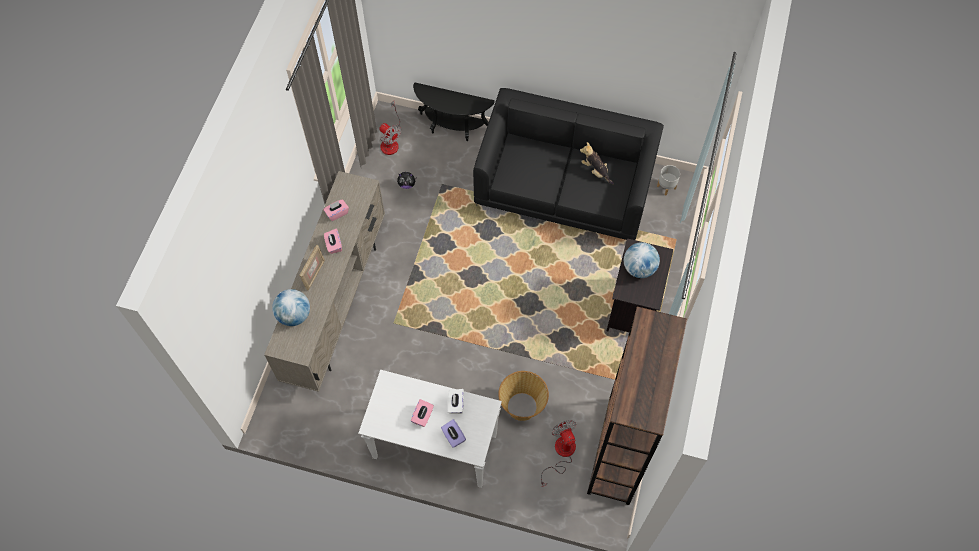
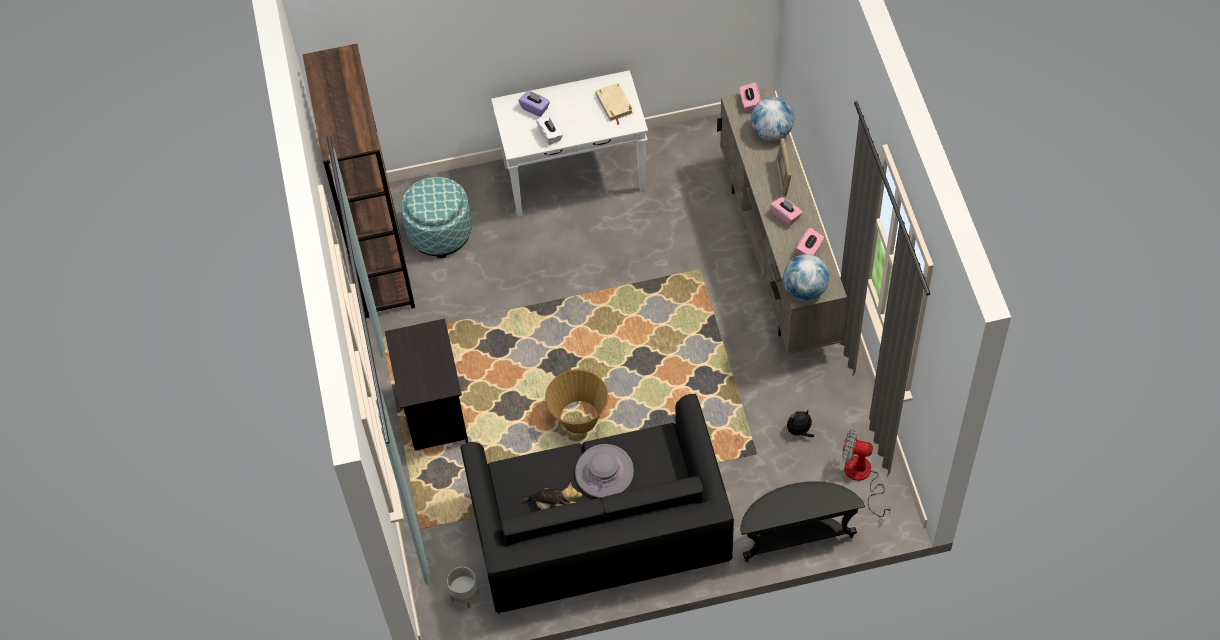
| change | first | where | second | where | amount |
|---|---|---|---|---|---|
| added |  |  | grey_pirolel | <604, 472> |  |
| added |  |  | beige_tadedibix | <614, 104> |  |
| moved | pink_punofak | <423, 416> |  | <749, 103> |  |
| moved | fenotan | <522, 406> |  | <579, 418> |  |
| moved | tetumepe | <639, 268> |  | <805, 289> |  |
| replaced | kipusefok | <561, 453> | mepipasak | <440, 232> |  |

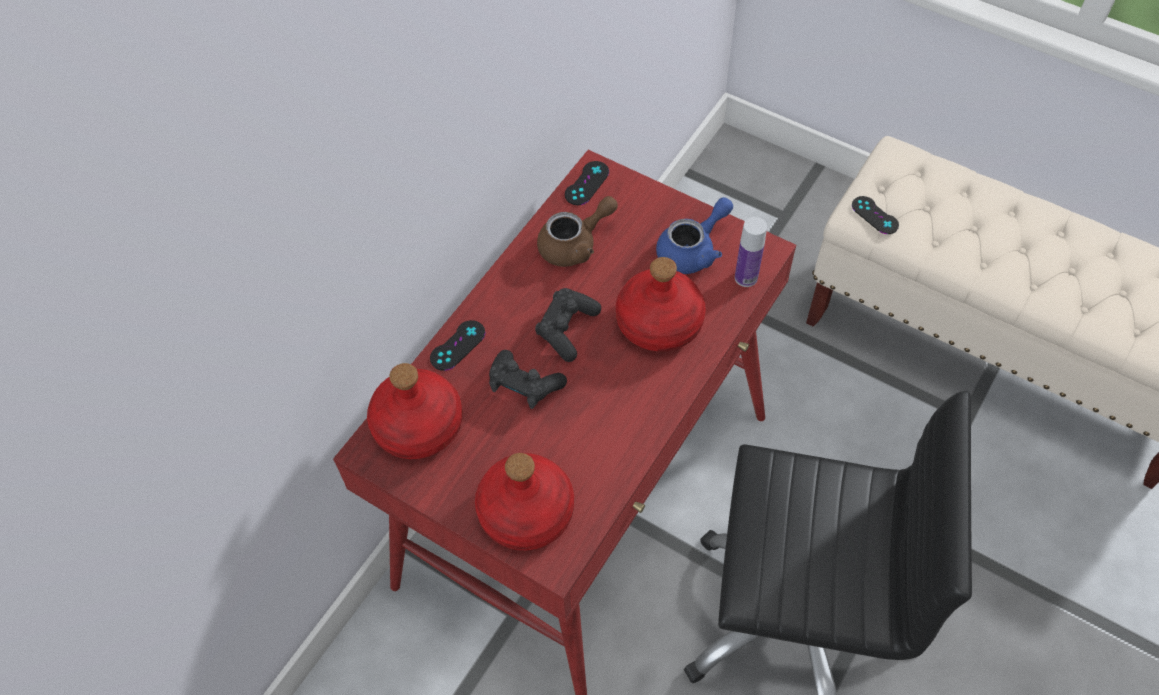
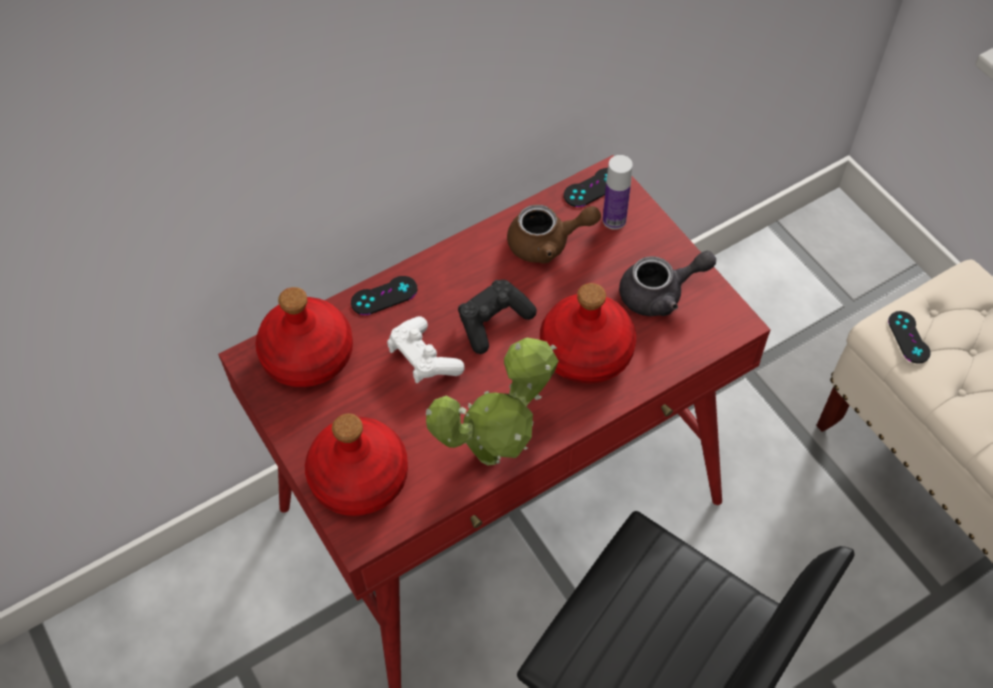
| change | first | where | second | where | amount |
|---|---|---|---|---|---|
| added |  |  | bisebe | <496, 451> |  |
| moved | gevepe | <746, 277> |  | <614, 220> |  |
| recoloured | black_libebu | <524, 386> | white_libebu | <423, 359> |  |
| recoloured | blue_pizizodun | <693, 250> | grey_pizizodun | <660, 294> |  |

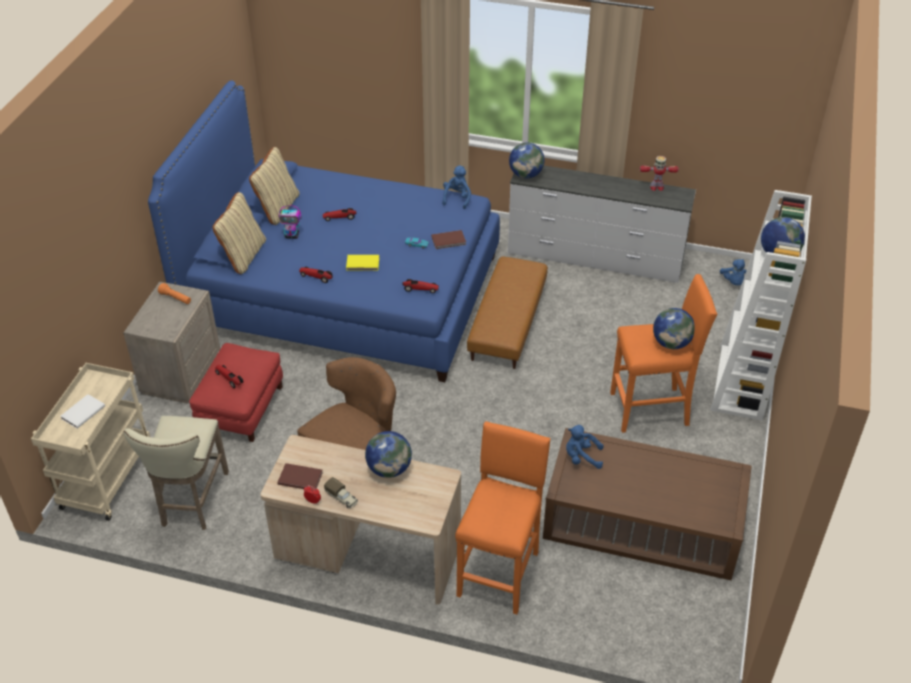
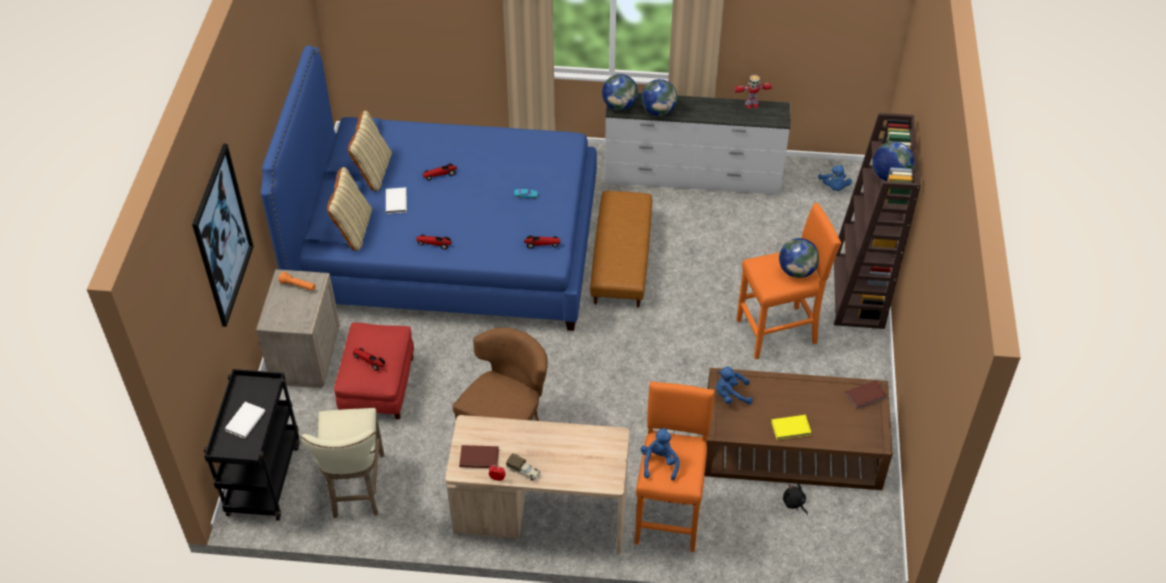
| change | first | where | second | where | amount |
|---|---|---|---|---|---|
| added |  |  | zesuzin | <222, 236> |  |
| added |  |  | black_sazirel | <794, 503> |  |
| moved | yellow_tadedibix | <363, 264> |  | <791, 428> |  |
| moved | tetumepe | <389, 469> |  | <658, 111> |  |
| moved | brown_tadedibix | <449, 241> |  | <866, 396> |  |
| moved | blue_sazirel | <457, 198> |  | <659, 463> |  |
| replaced | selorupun | <292, 236> | white_tadedibix | <397, 201> |  |
| recoloured | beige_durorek | <106, 478> | black_durorek | <263, 477> |  |
| recoloured | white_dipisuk | <741, 382> | brown_dipisuk | <858, 292> |  |

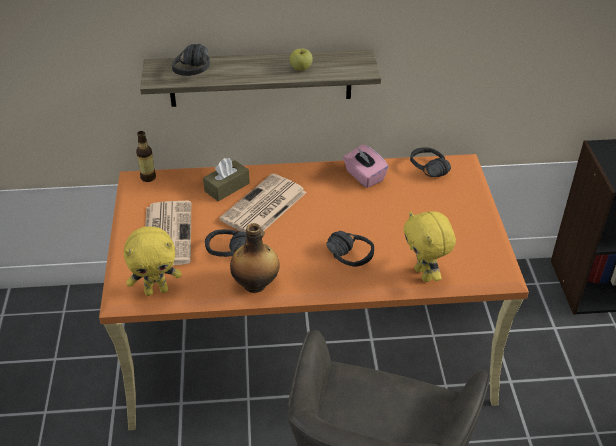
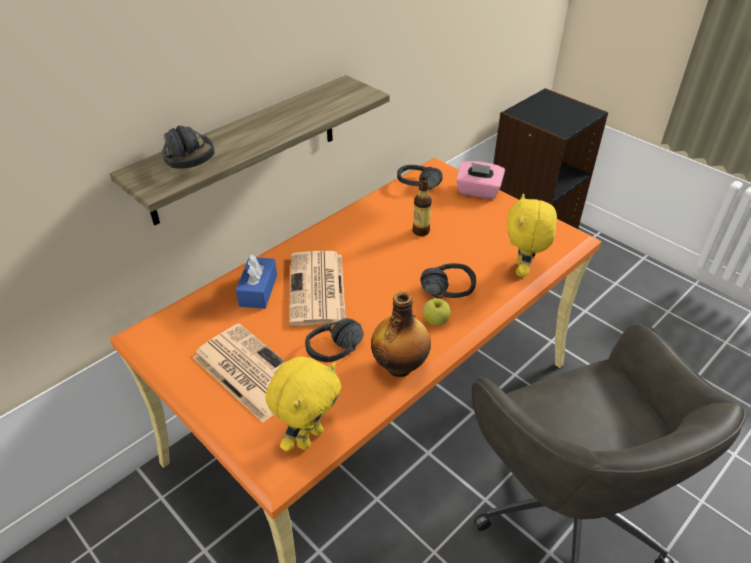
| change | first | where | second | where | amount |
|---|---|---|---|---|---|
| moved | gevepe | <148, 177> |  | <421, 231> |  |
| moved | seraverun | <301, 68> |  | <436, 320> |  |
| moved | pink_punofak | <364, 176> |  | <478, 191> |  |
| recoloured | brown_punofak | <227, 187> | blue_punofak | <258, 290> |  |
| turned | yellow_sazirel | <424, 274> |  | <523, 270> | 75 degrees clockwise |

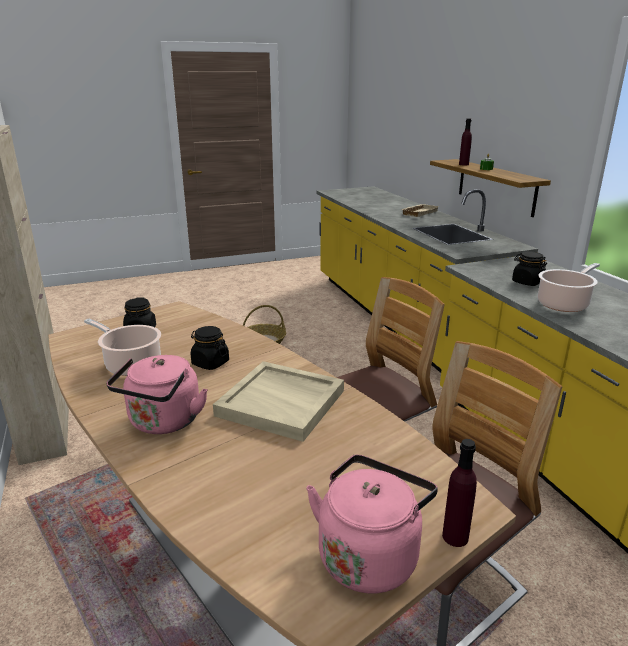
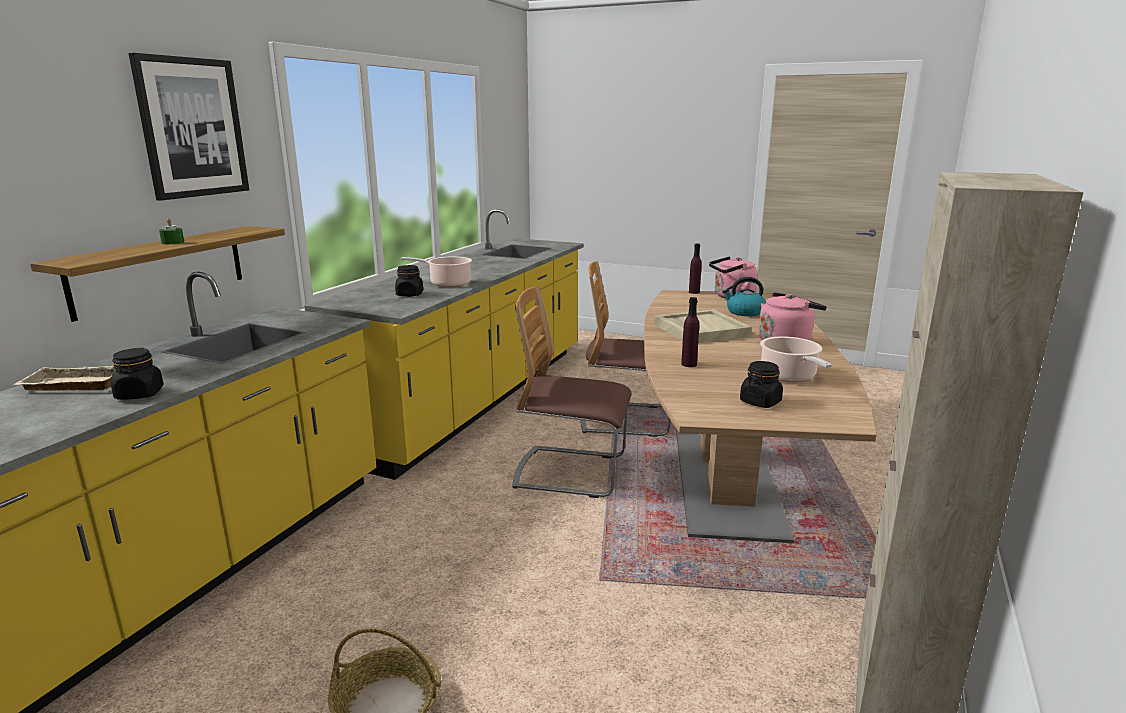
| change | first | where | second | where | amount |
|---|---|---|---|---|---|
| added |  |  | zesuzin | <192, 128> |  |
| added |  |  | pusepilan | <744, 312> |  |
| moved | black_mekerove | <210, 363> |  | <139, 394> |  |
| moved | purple_gevepe | <463, 164> |  | <689, 364> |  |

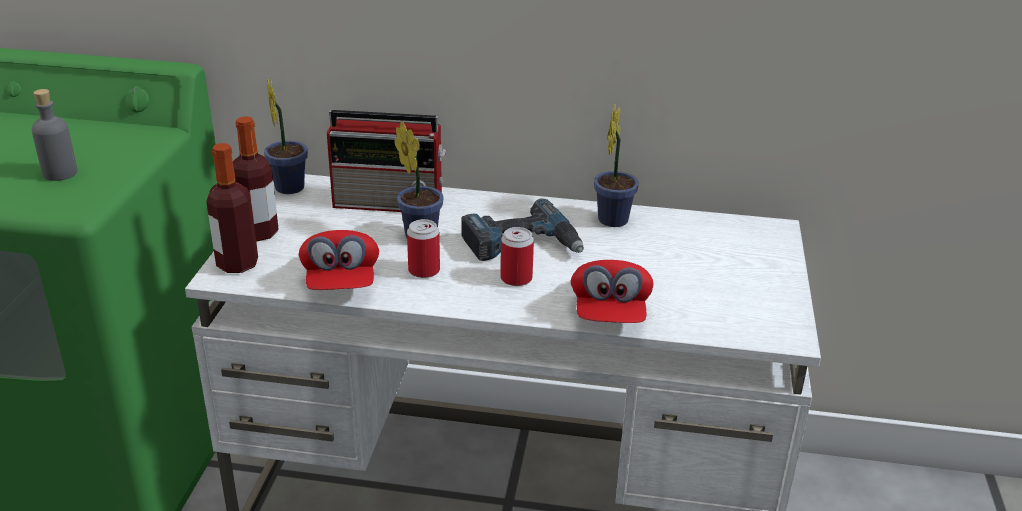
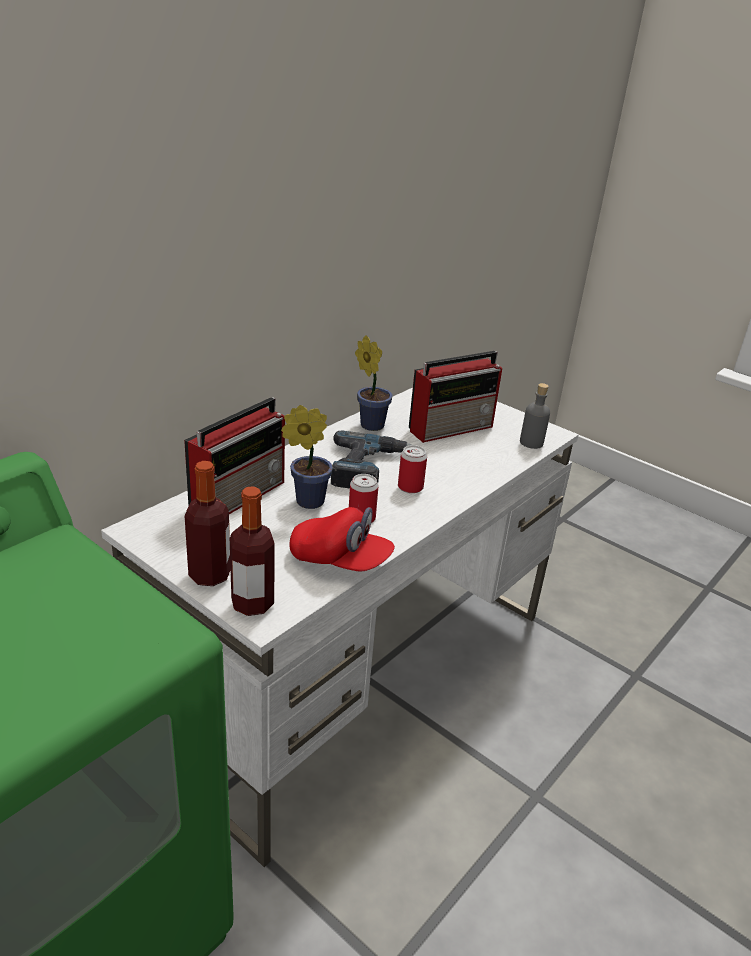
| change | first | where | second | where | amount |
|---|---|---|---|---|---|
| removed | bisebe | <289, 186> |  |  |  |
| removed | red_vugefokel | <609, 313> |  |  |  |
| added |  |  | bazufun | <452, 428> |  |
| moved | grey_gevepe | <60, 173> |  | <531, 443> |  |

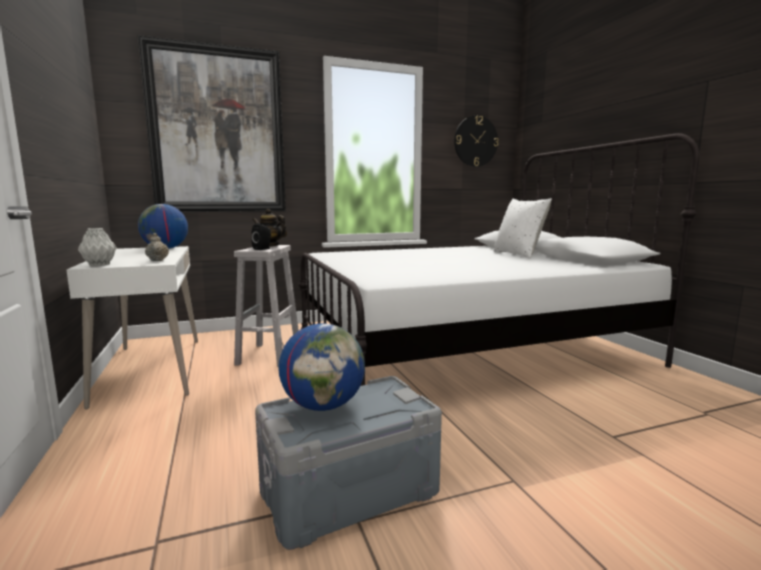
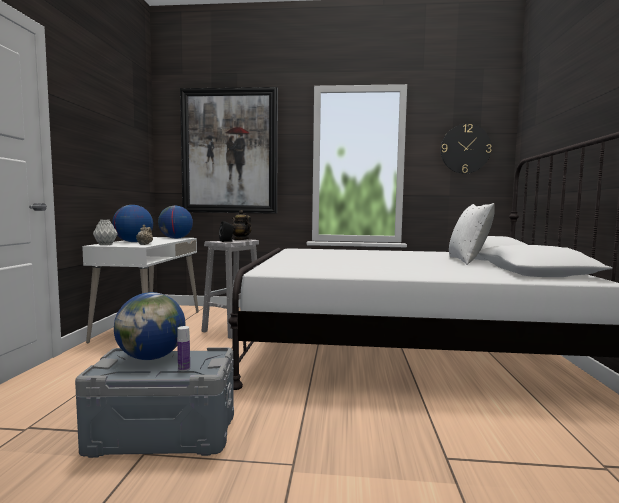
| change | first | where | second | where | amount |
|---|---|---|---|---|---|
| added |  |  | tetumepe | <133, 242> |  |
| added |  |  | gevepe | <184, 368> |  |

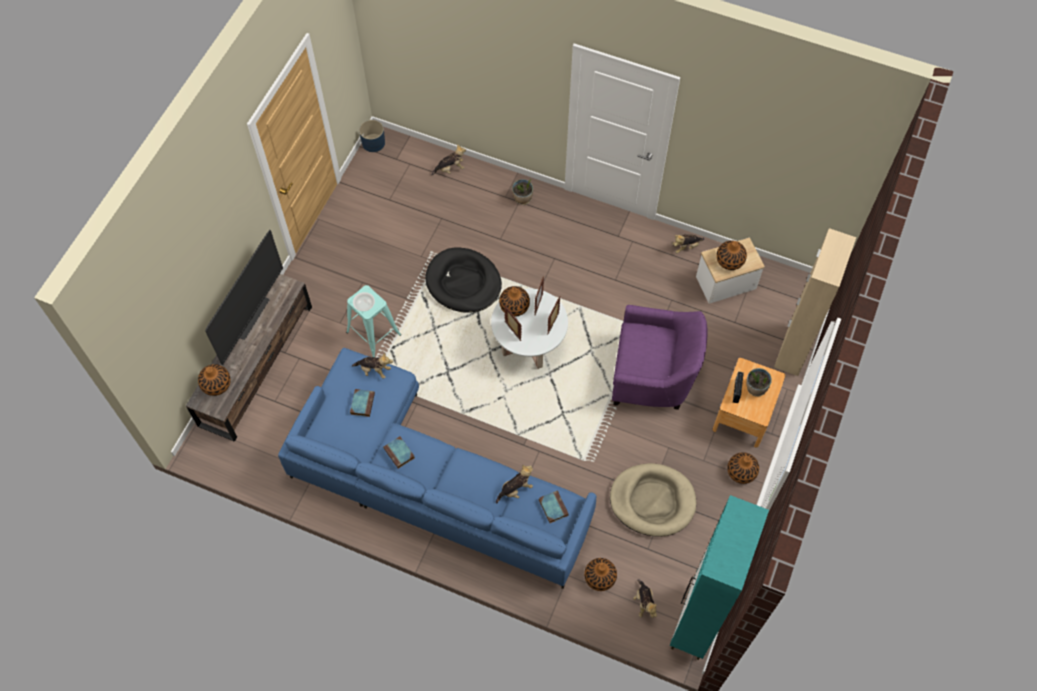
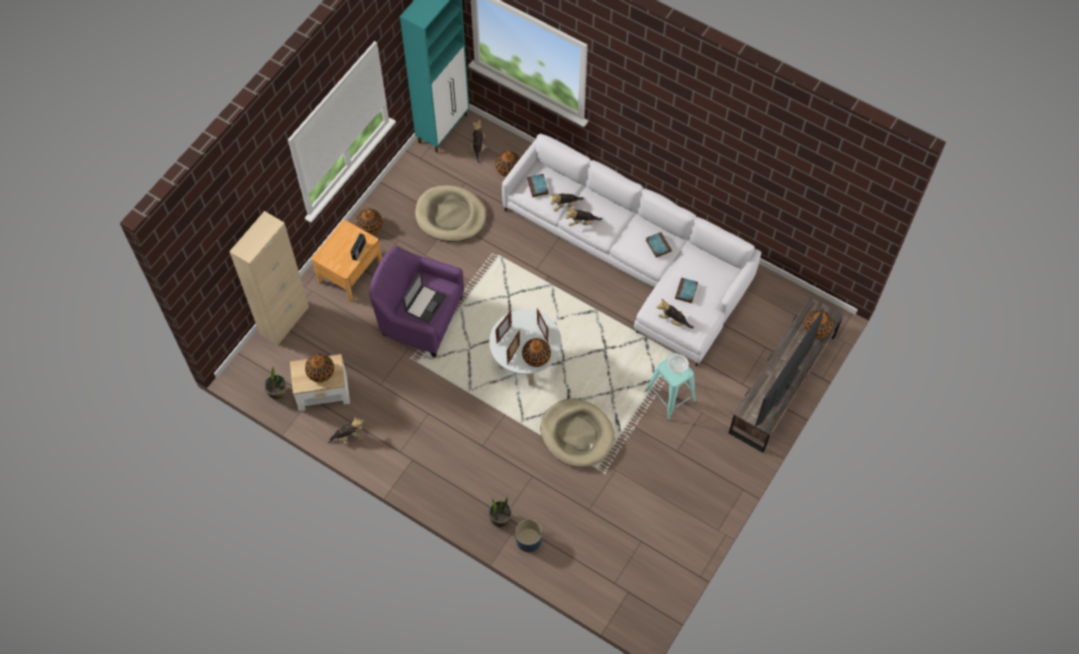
| change | first | where | second | where | amount |
|---|---|---|---|---|---|
| added |  |  | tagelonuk | <425, 303> |  |
| moved | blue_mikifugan | <373, 143> |  | <528, 540> |  |
| moved | sazirel | <450, 169> |  | <582, 222> |  |
| moved | bisebe | <755, 388> |  | <278, 392> |  |
| recoloured | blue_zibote | <429, 480> | white_zibote | <634, 259> |  |
| recoloured | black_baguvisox | <463, 282> | beige_baguvisox | <577, 434> |  |

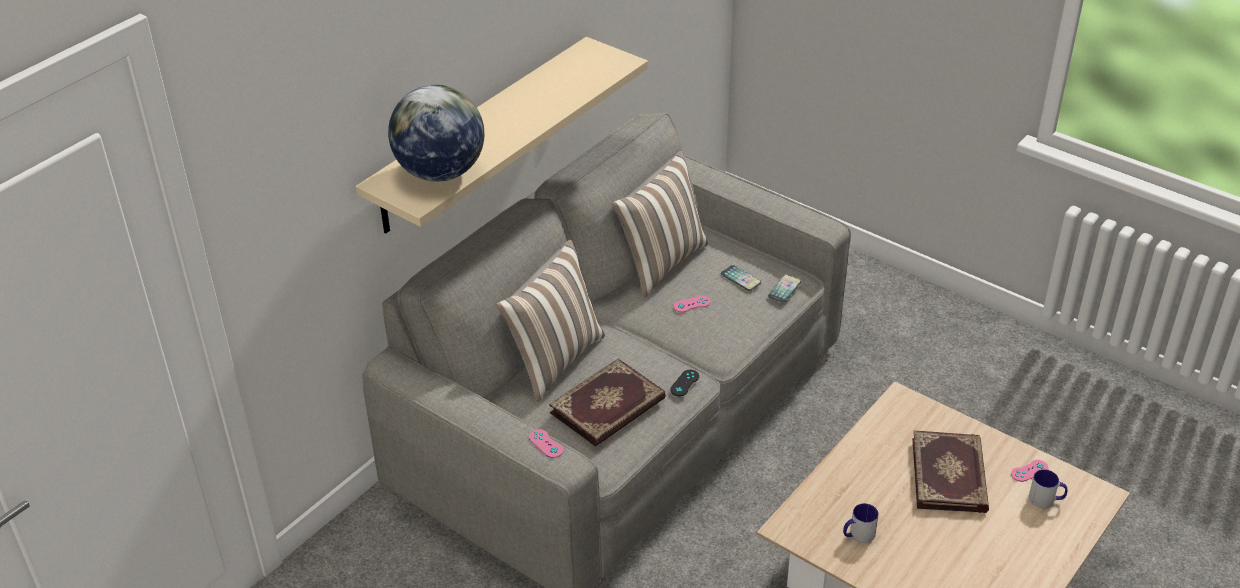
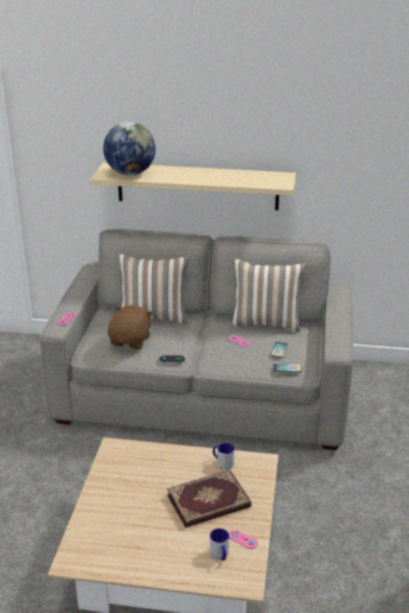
| change | first | where | second | where | amount |
|---|---|---|---|---|---|
| moved | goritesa | <858, 535> |  | <222, 462> |  |
| replaced | tadedibix | <608, 407> | brown_sazirel | <131, 341> |  |

